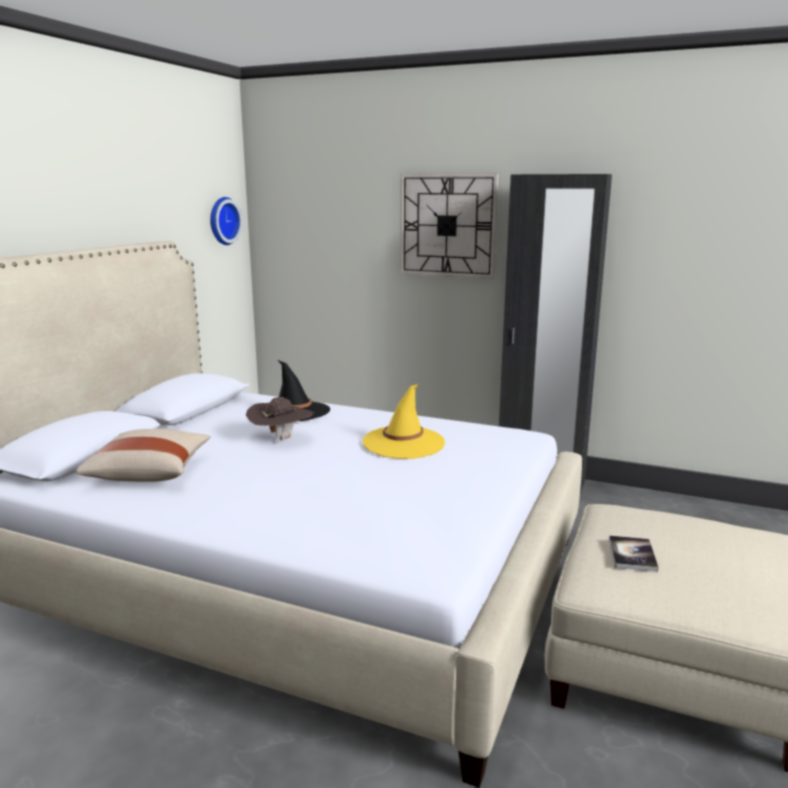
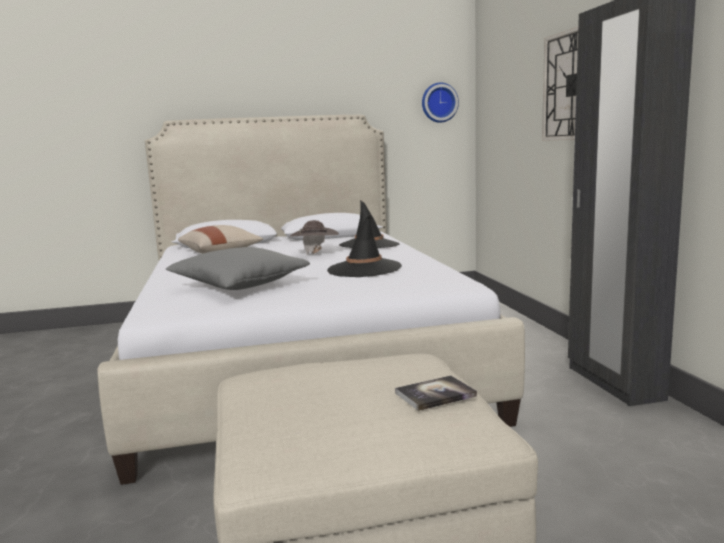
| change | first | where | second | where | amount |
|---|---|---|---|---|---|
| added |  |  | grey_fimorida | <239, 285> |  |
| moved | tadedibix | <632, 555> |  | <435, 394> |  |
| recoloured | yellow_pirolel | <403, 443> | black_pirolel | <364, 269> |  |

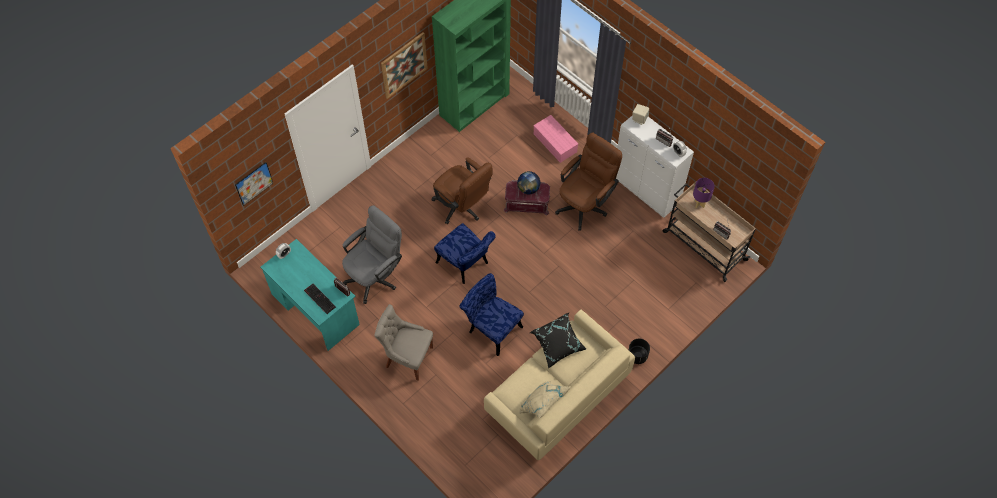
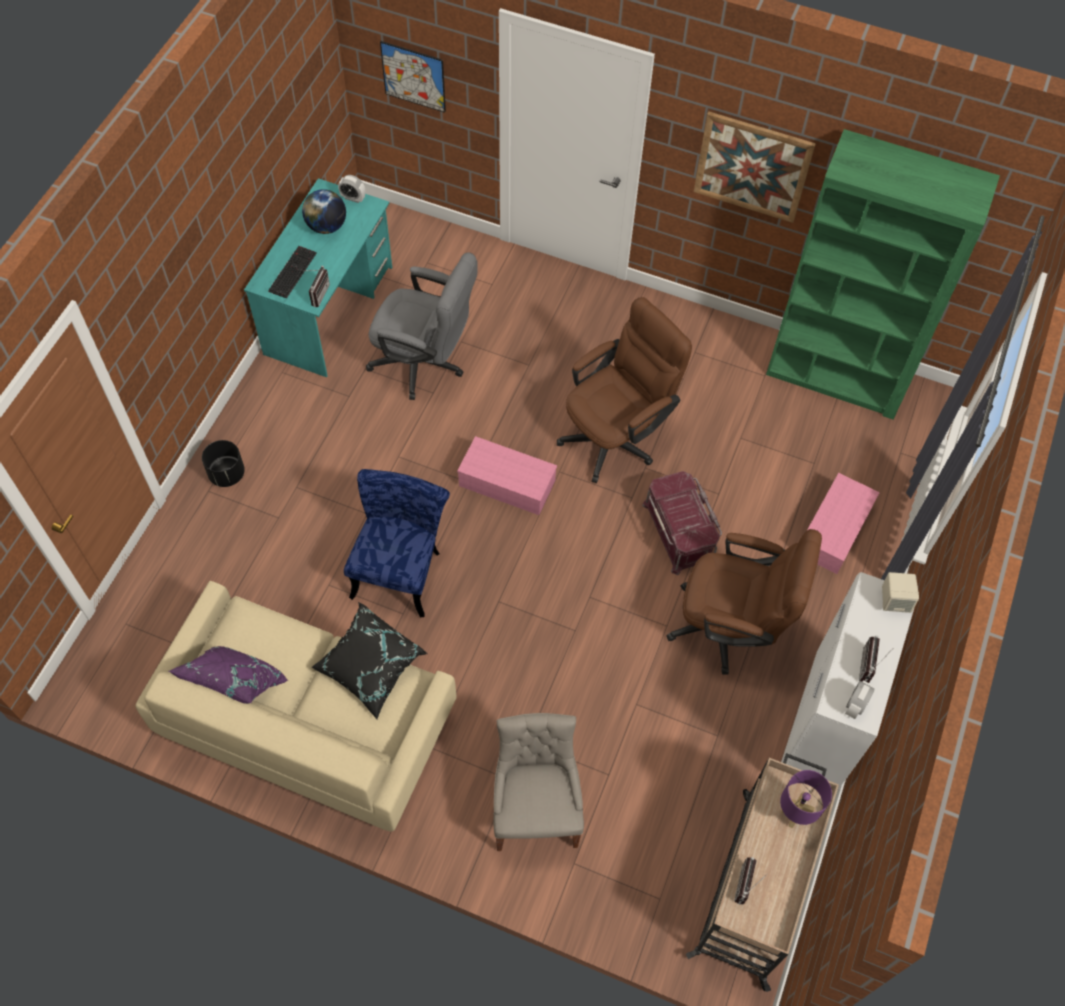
| change | first | where | second | where | amount |
|---|---|---|---|---|---|
| moved | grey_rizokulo | <407, 357> |  | <535, 810> |  |
| moved | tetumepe | <528, 189> |  | <326, 226> |  |
| moved | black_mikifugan | <637, 356> |  | <226, 474> |  |
| replaced | blue_rizokulo | <465, 265> | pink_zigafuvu | <505, 483> |  |
| recoloured | beige_fimorida | <543, 406> | purple_fimorida | <236, 687> |  |
| turned | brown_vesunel | <462, 207> |  | <616, 436> | 150 degrees counterclockwise |

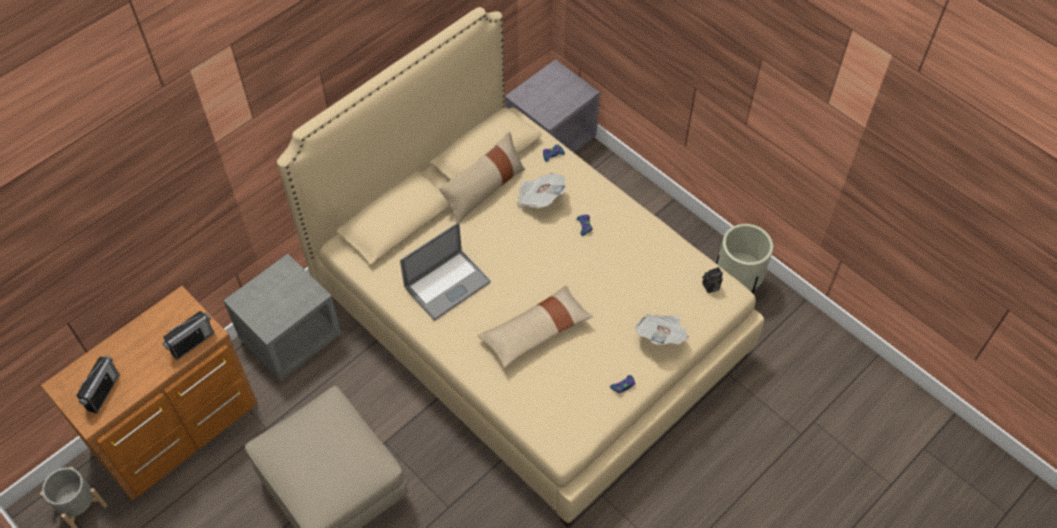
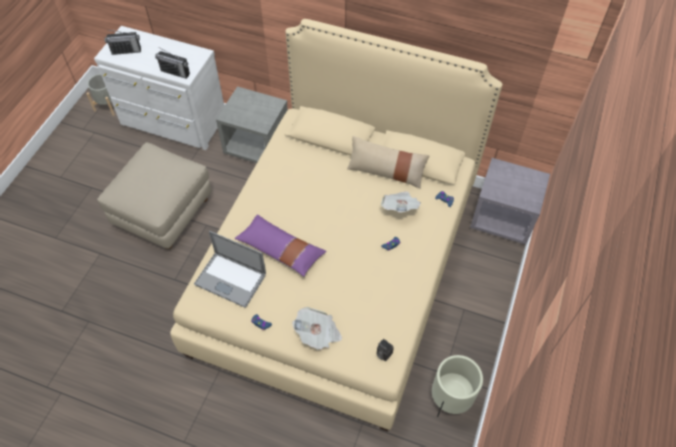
| change | first | where | second | where | amount |
|---|---|---|---|---|---|
| moved | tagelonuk | <447, 285> |  | <230, 279> |  |
| recoloured | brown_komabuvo | <179, 428> | white_komabuvo | <173, 123> |  |
| recoloured | beige_fimorida | <535, 332> | purple_fimorida | <281, 250> |  |

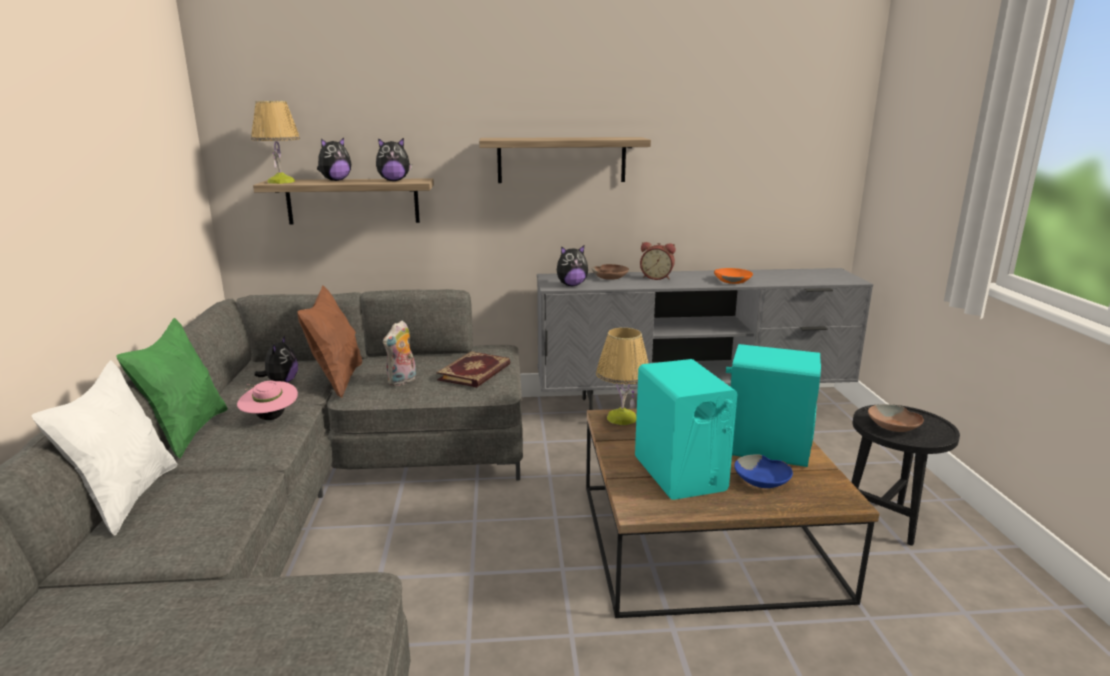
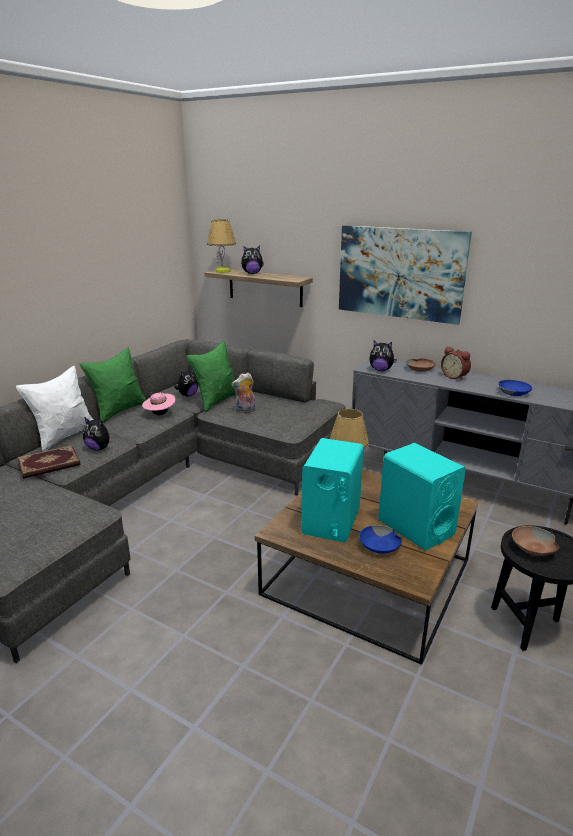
| change | first | where | second | where | amount |
|---|---|---|---|---|---|
| moved | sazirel | <394, 181> |  | <99, 448> |  |
| moved | tadedibix | <475, 372> |  | <49, 464> |  |
| replaced | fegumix | <561, 160> | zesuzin | <400, 273> |  |
| recoloured | brown_fimorida | <336, 380> | green_fimorida | <216, 401> |  |
| recoloured | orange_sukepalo | <732, 280> | blue_sukepalo | <513, 392> |  |

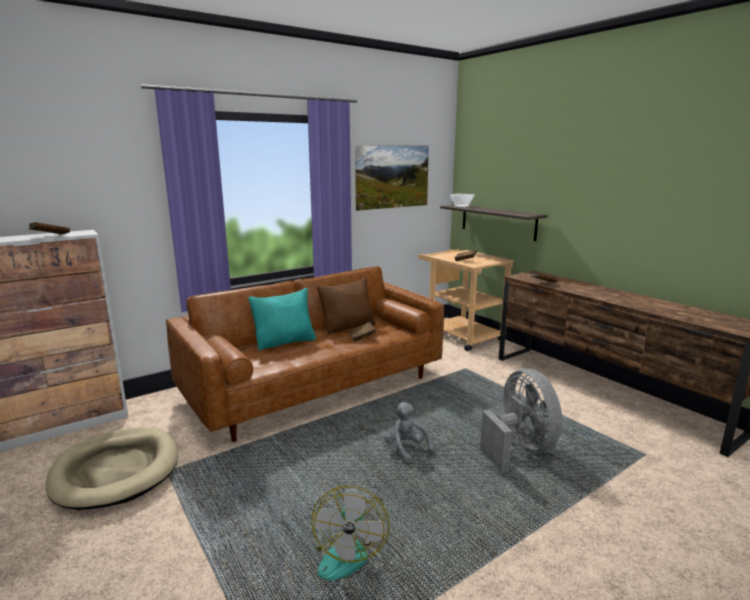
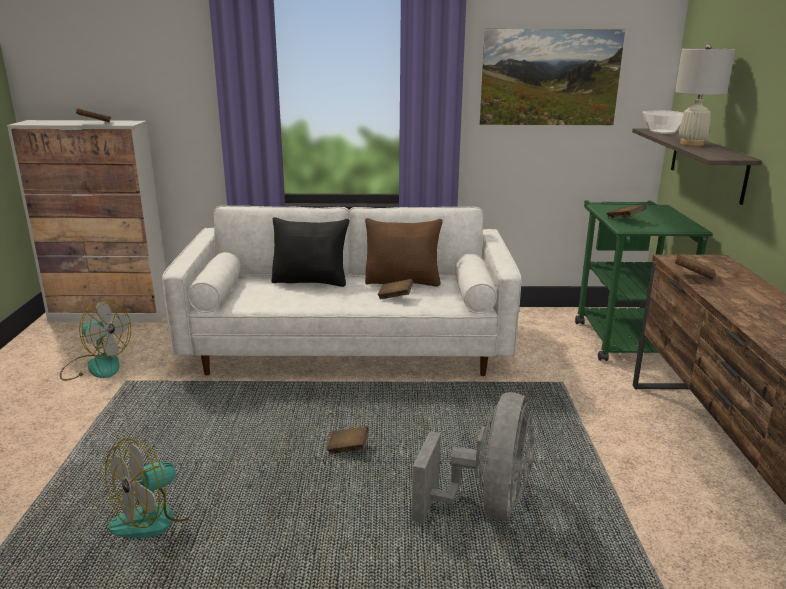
| change | first | where | second | where | amount |
|---|---|---|---|---|---|
| added |  |  | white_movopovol | <691, 143> |  |
| replaced | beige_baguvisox | <116, 471> | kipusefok | <96, 366> |  |
| replaced | grey_sazirel | <406, 449> | brown_tadedibix | <348, 449> |  |
| recoloured | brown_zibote | <314, 386> | white_zibote | <348, 346> |  |
| recoloured | turquoise_fimorida | <285, 342> | black_fimorida | <311, 281> |  |
| recoloured | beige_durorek | <460, 335> | green_durorek | <622, 336> |  |

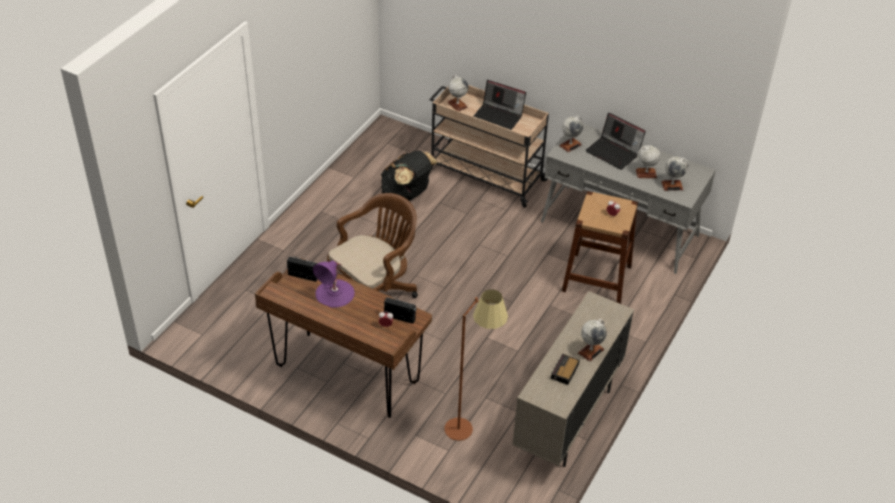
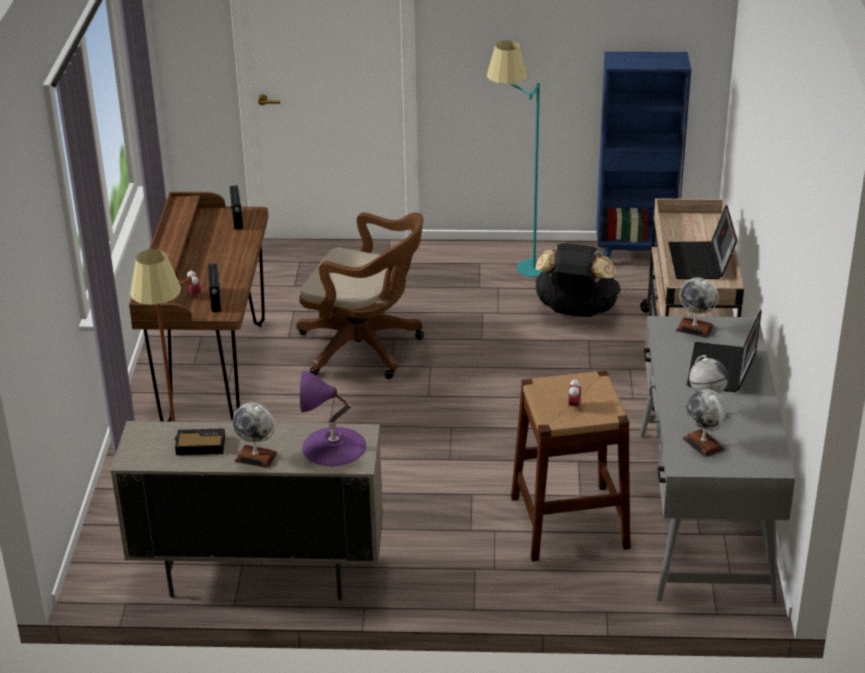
| change | first | where | second | where | amount |
|---|---|---|---|---|---|
| removed | tetumepe | <457, 105> |  |  |  |
| added |  |  | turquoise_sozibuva | <518, 268> |  |
| added |  |  | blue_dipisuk | <635, 256> |  |
| moved | purple_movopovol | <335, 293> |  | <333, 446> |  |

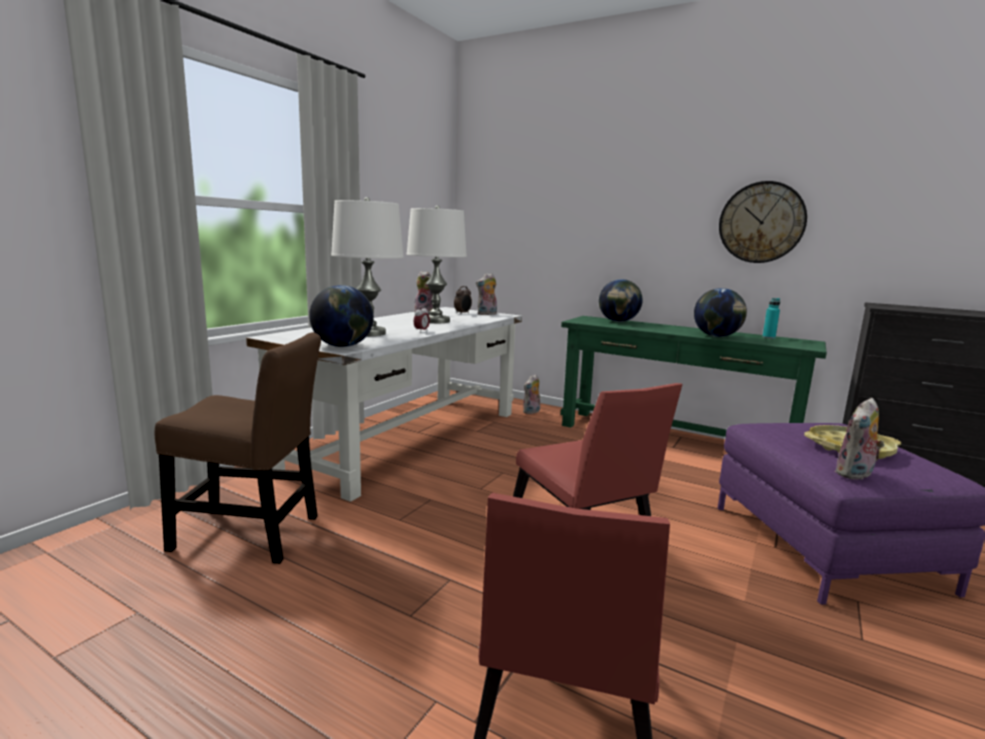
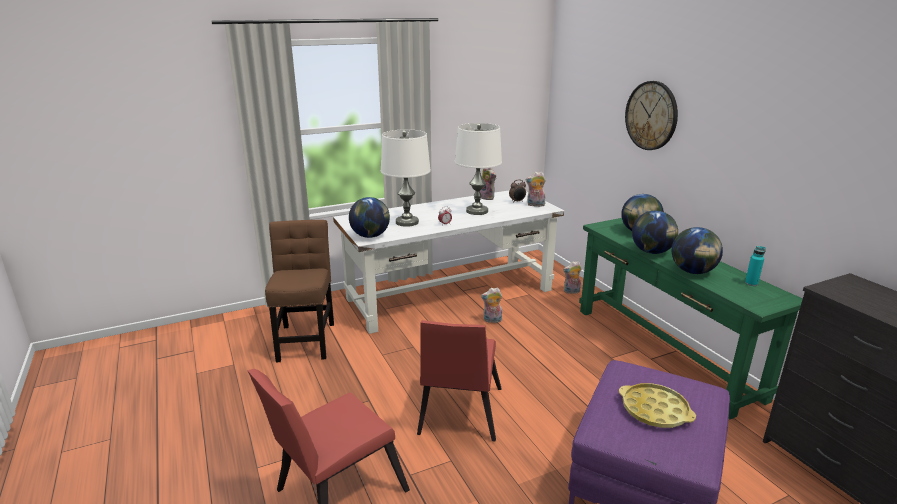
| change | first | where | second | where | amount |
|---|---|---|---|---|---|
| added |  |  | tetumepe | <652, 252> |  |
| moved | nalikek | <761, 222> |  | <651, 115> |  |
| moved | sazirel | <855, 475> |  | <492, 320> |  |
| turned | brown_rizokulo | <253, 534> |  | <306, 339> | 135 degrees counterclockwise |

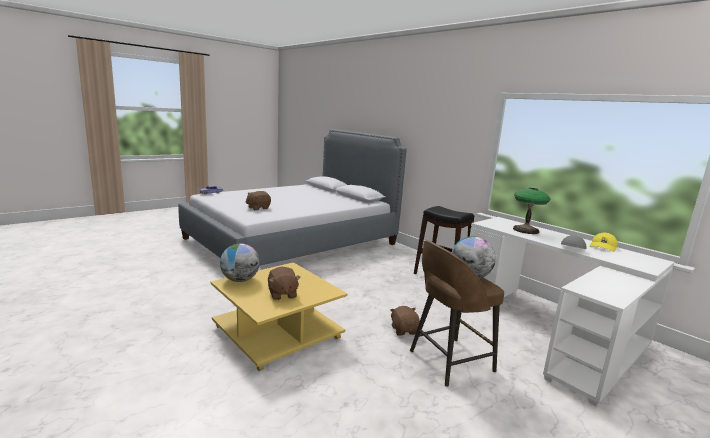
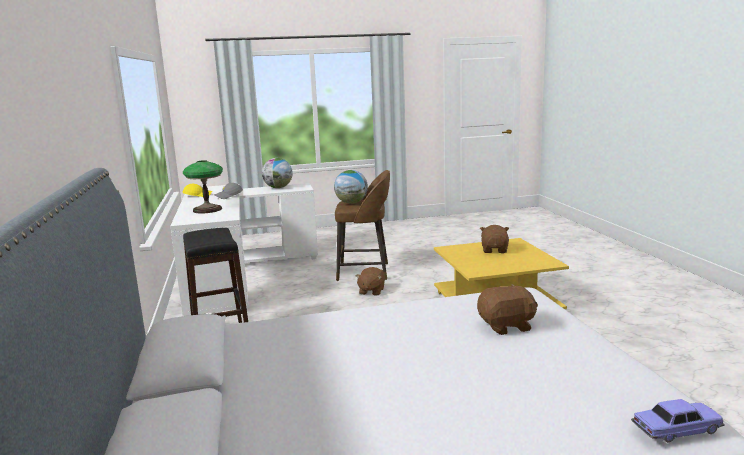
| change | first | where | second | where | amount |
|---|---|---|---|---|---|
| moved | tetumepe | <240, 280> |  | <278, 188> |  |

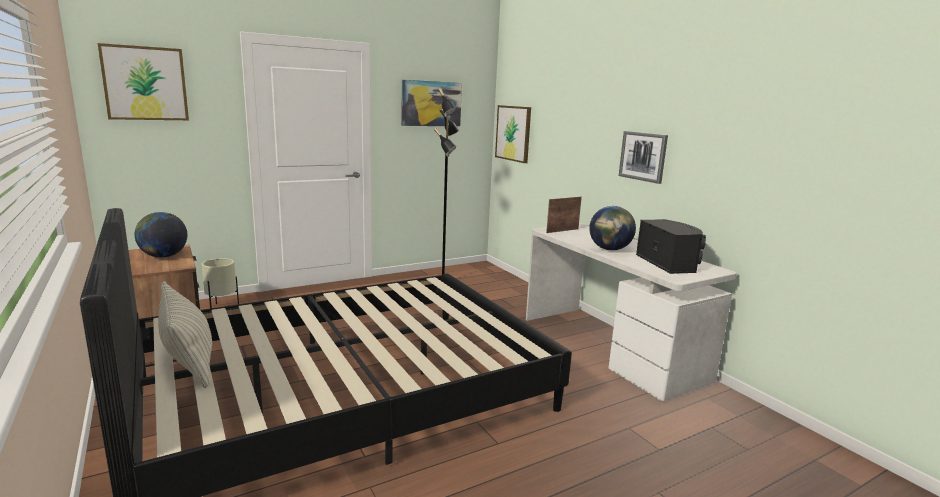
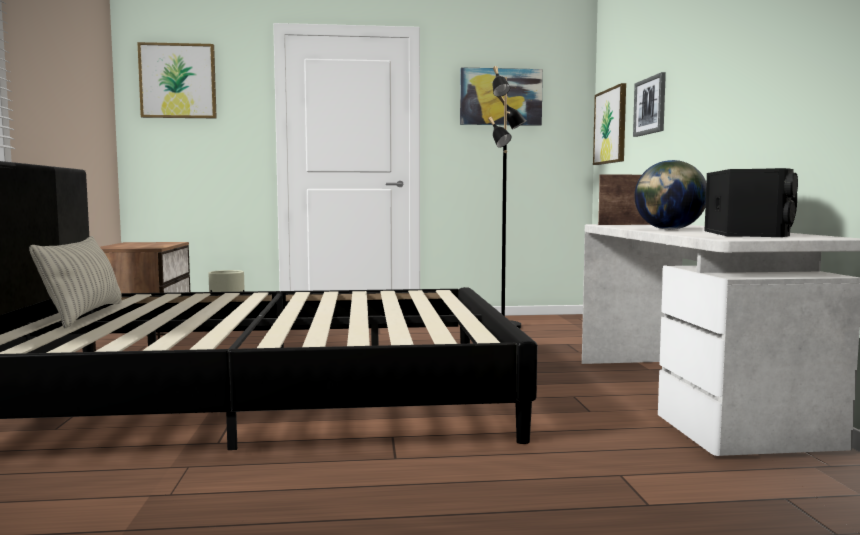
| change | first | where | second | where | amount |
|---|---|---|---|---|---|
| removed | tetumepe | <163, 256> |  |  |  |
| moved | zesuzin | <643, 156> |  | <650, 106> |  |

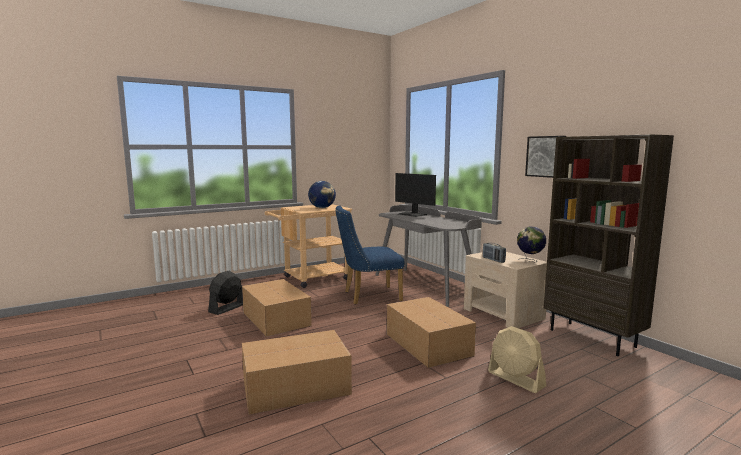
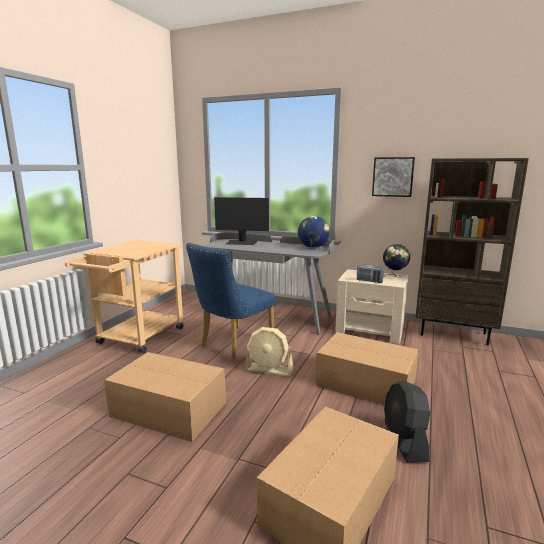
| change | first | where | second | where | amount |
|---|---|---|---|---|---|
| moved | black_kipusefok | <227, 308> |  | <404, 441> |  |
| moved | tetumepe | <322, 208> |  | <313, 247> |  |
| moved | beige_kipusefok | <516, 379> |  | <269, 370> |  |

